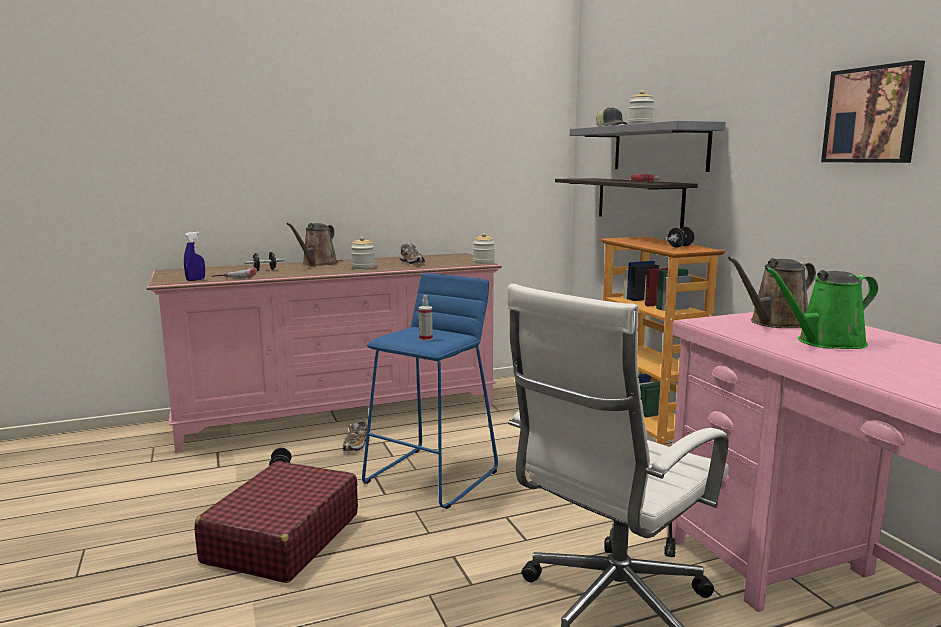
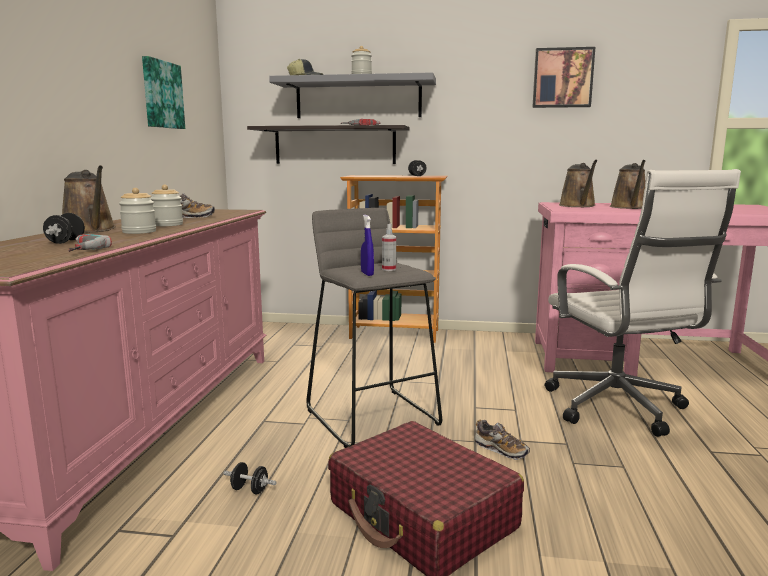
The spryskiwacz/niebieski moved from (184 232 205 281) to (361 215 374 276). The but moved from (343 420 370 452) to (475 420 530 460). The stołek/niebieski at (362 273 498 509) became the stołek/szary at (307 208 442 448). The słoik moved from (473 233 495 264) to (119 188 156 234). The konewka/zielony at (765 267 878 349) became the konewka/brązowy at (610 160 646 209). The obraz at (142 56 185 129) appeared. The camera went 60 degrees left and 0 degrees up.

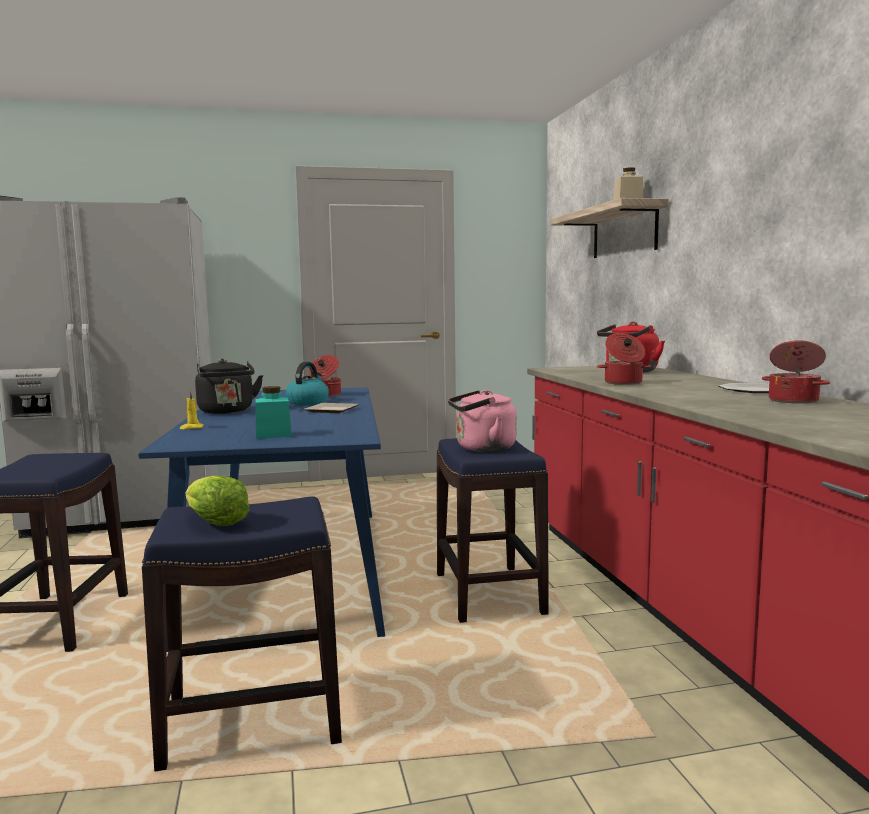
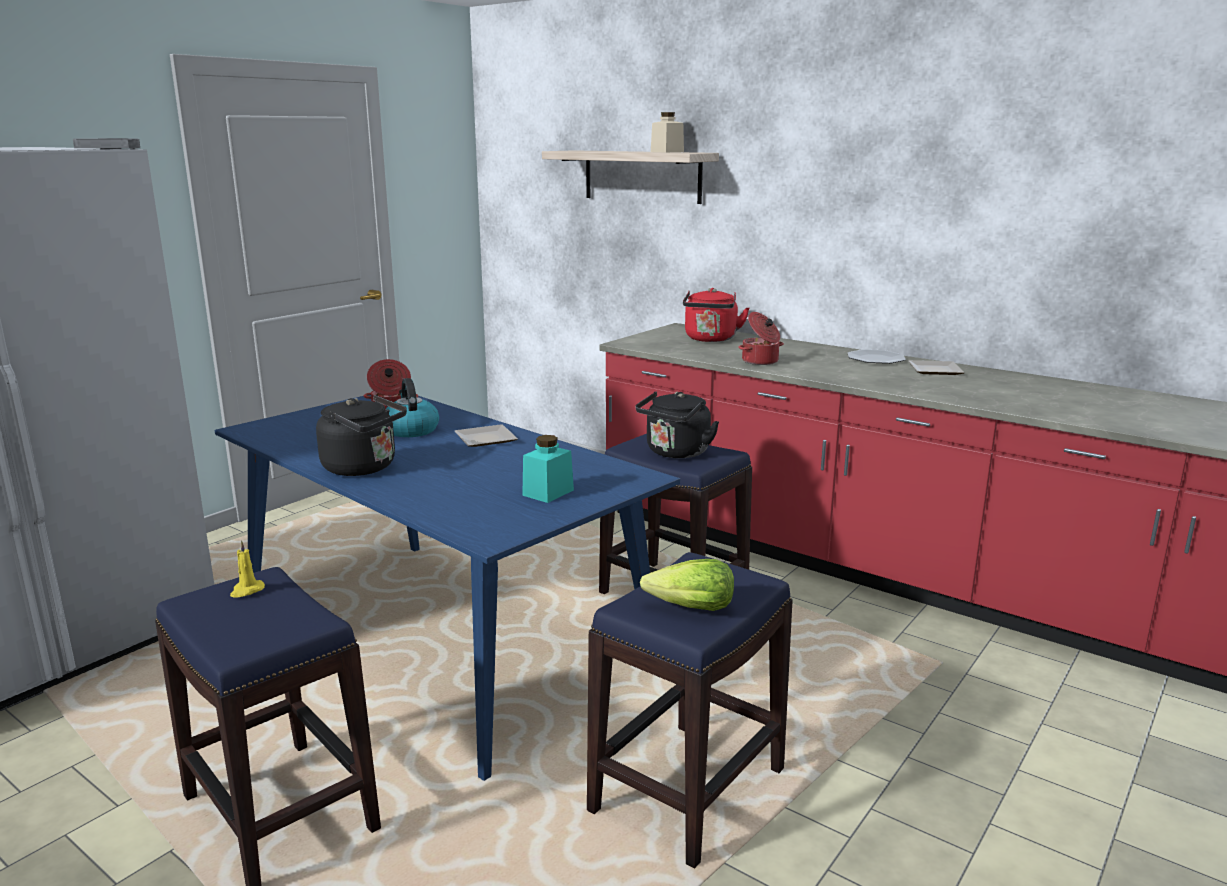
The świeca/żółty moved from (180 391 204 429) to (230 540 265 597). The czajnik/różowy at (448 390 517 452) became the czajnik/czarny at (636 391 719 458). The garnek at (762 340 830 404) was replaced by the talerz at (909 360 965 375). The camera went 40 degrees left and 10 degrees up.

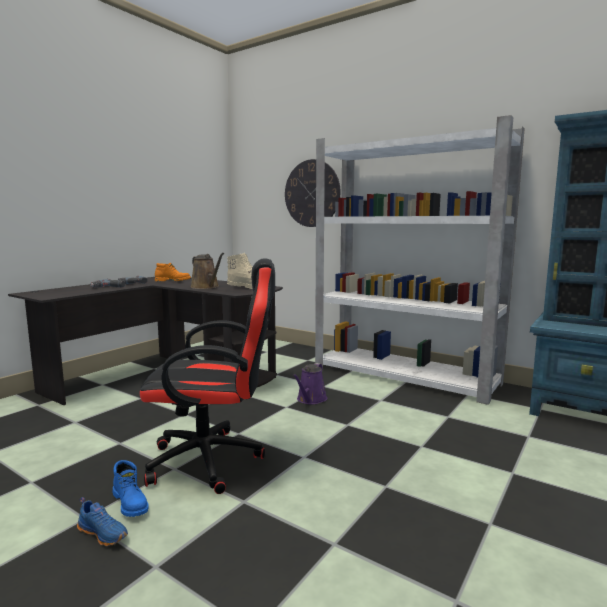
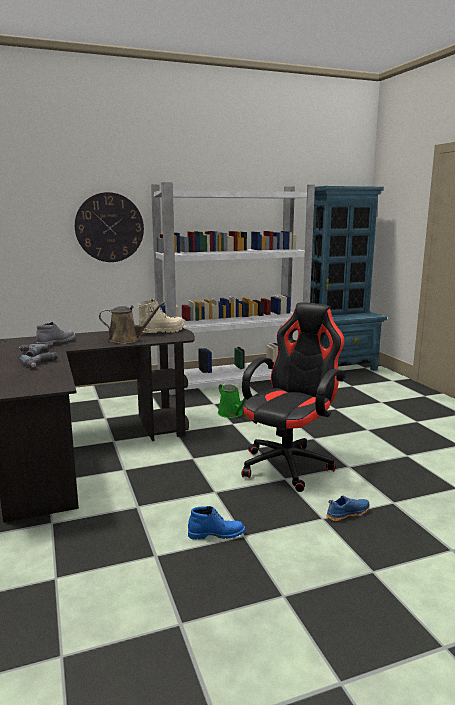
The but z cholewką/niebieski moved from (113 460 149 517) to (188 506 245 540). The but z cholewką/pomarańczowy at (155 263 191 281) became the but z cholewką/szary at (36 322 75 346). The konewka/fioletowy at (292 363 327 404) became the konewka/zielony at (218 383 246 418). The camera went 55 degrees left and 5 degrees up.

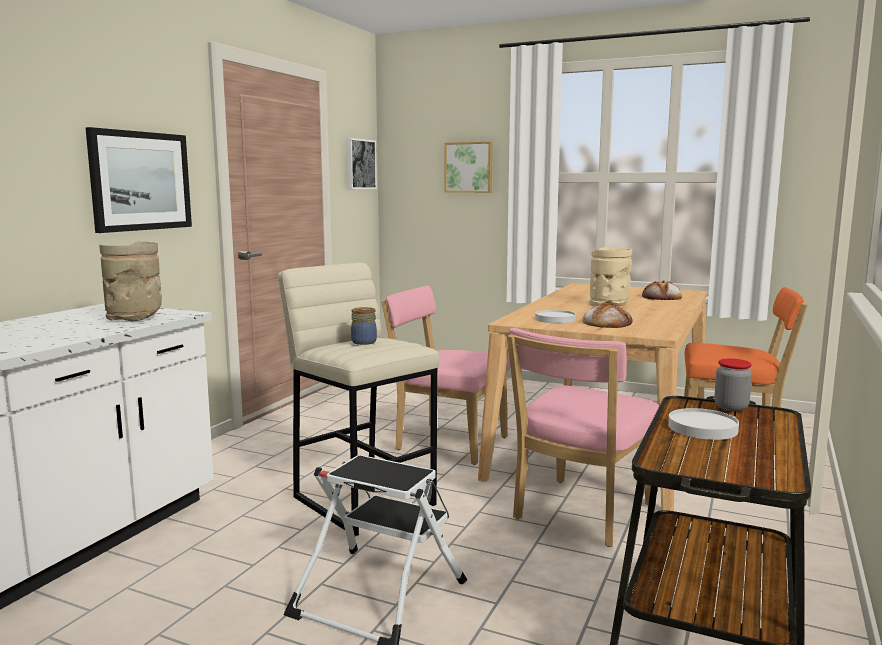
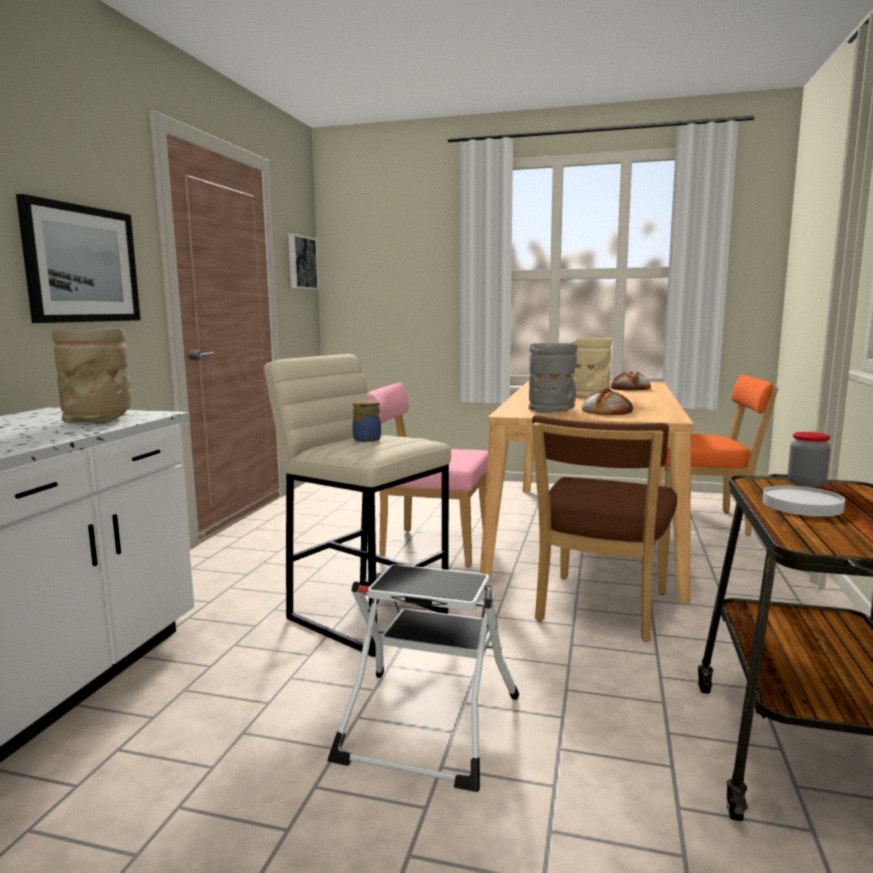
The obraz at (445 142 493 193) disappeared. The krzesło/różowy at (507 328 659 547) became the krzesło/brązowy at (532 415 677 642). The talerz/biały at (535 310 576 323) was replaced by the wazon/szary at (529 343 577 413). The camera went 10 degrees left and 0 degrees up.

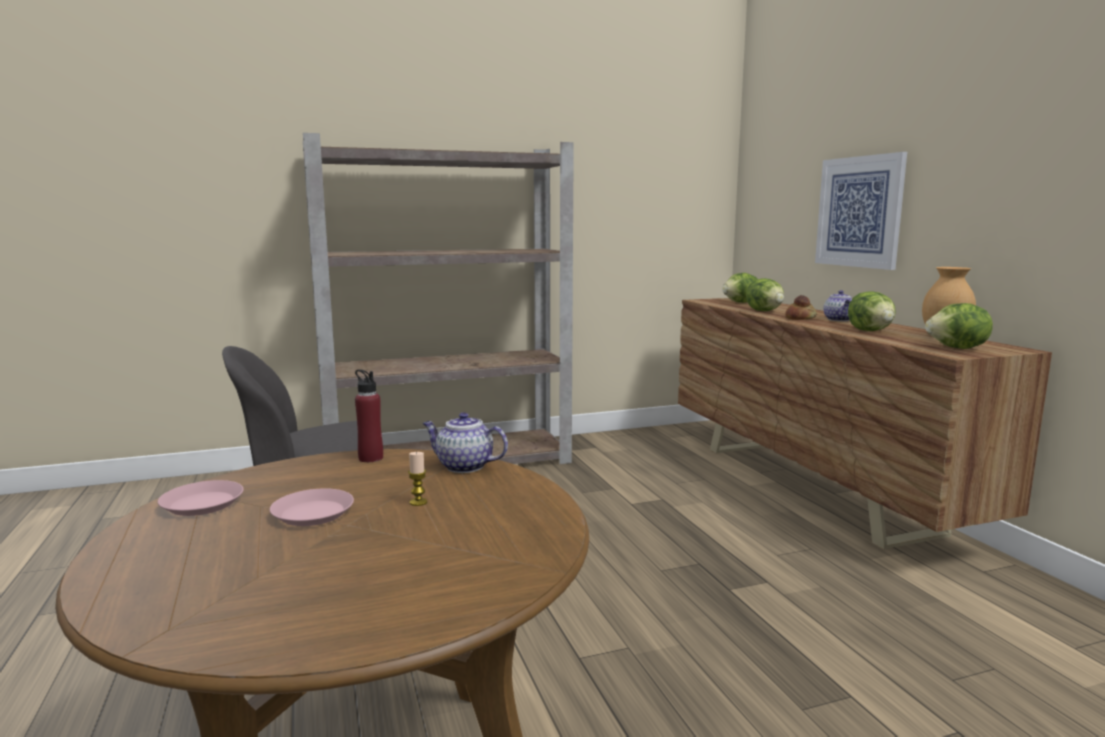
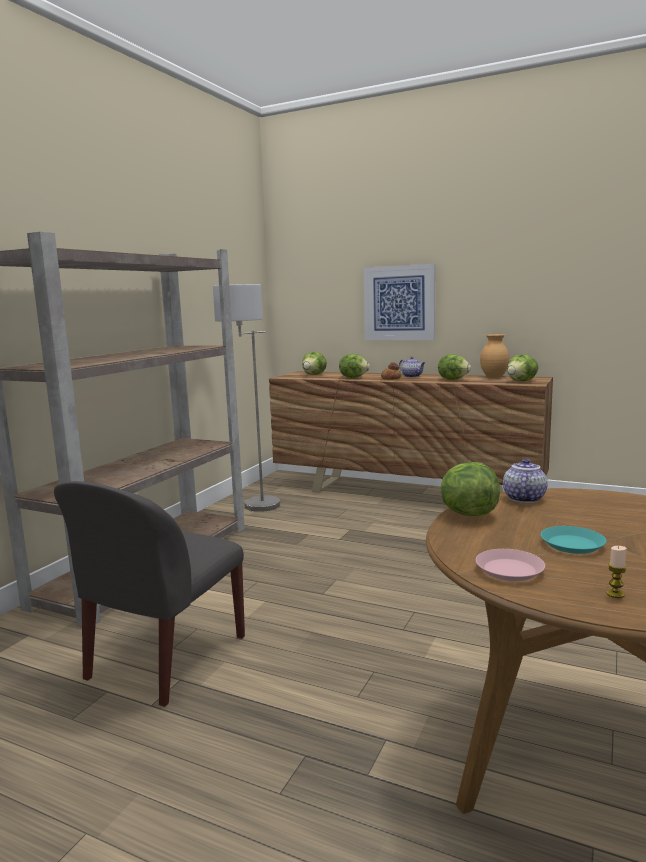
The talerz/różowy at (270 488 354 526) became the talerz/turkusowy at (541 526 607 554). The butelka/czerwony at (355 369 383 462) was replaced by the sałata at (441 462 500 516). The świeca moved from (408 452 427 506) to (606 546 627 598). The imbryk at (423 412 508 473) turned 135 degrees clockwise. The lampa stojąca/szary at (213 284 280 512) appeared. The camera went 45 degrees left and 0 degrees up.

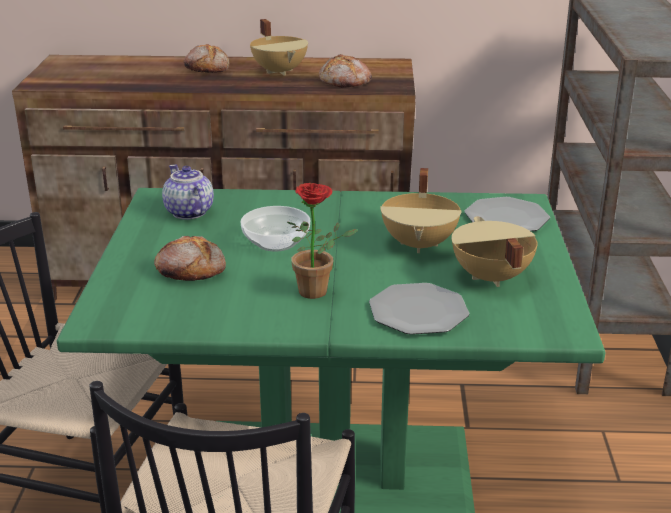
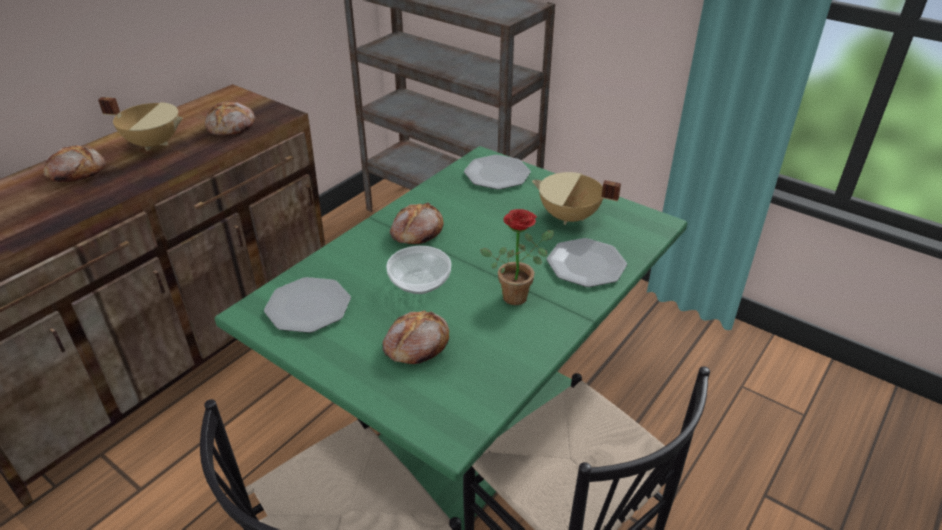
The imbryk at (162 164 214 220) was replaced by the talerz at (264 277 351 333). The garnek/beżowy at (380 168 462 253) disappeared. The chleb at (390 202 444 244) appeared. The camera went 55 degrees left and 10 degrees up.

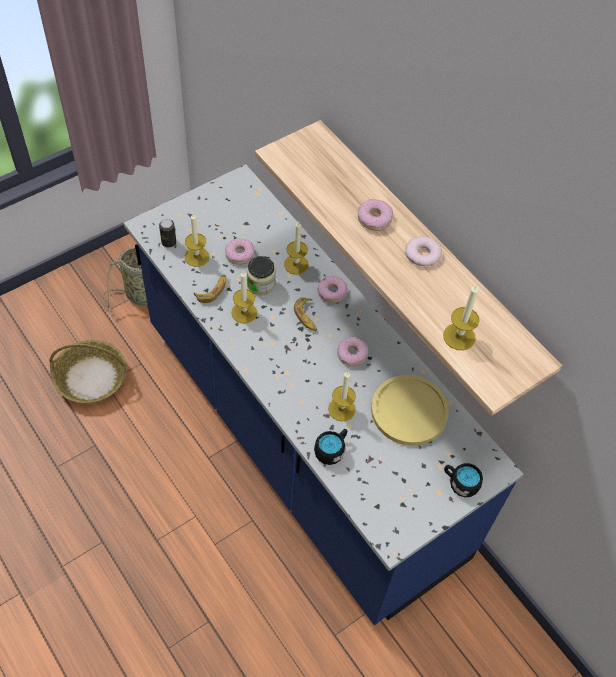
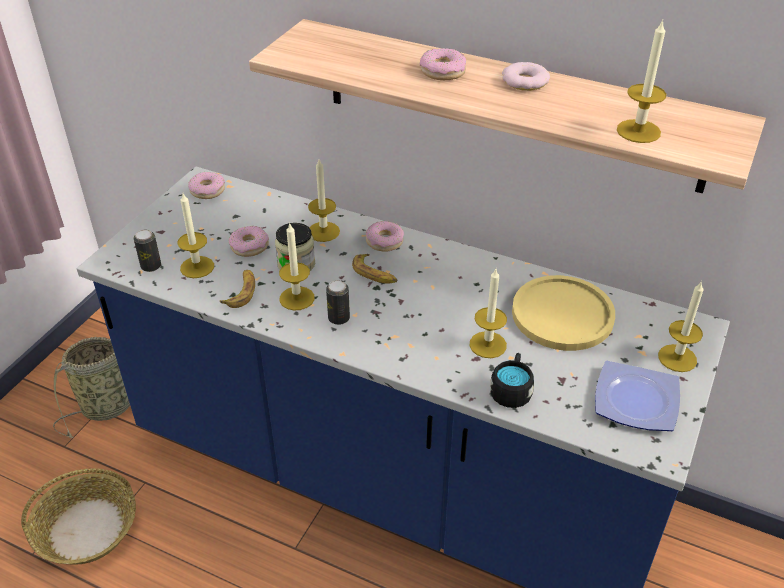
The donut moved from (337 337 368 367) to (188 172 225 199). The kubek/czarny at (444 463 483 497) was replaced by the świeca at (658 281 704 372). The puszka at (326 280 350 325) appeared. The talerz at (595 361 680 431) appeared. The camera went 25 degrees left and 15 degrees down.

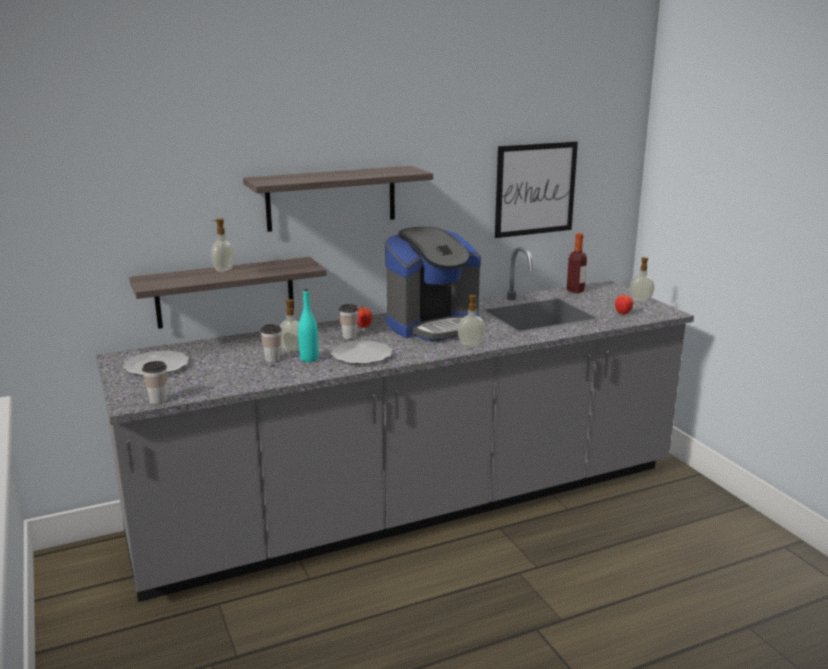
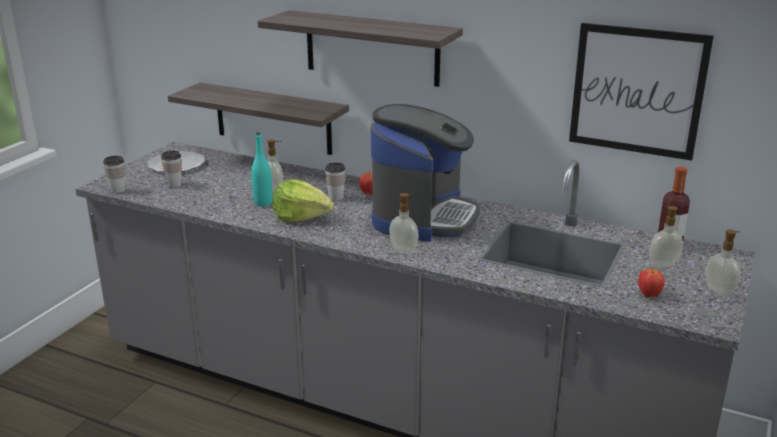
The dozownik mydła moved from (211 219 234 272) to (649 205 683 268). The filiżanka moved from (260 324 282 362) to (161 150 182 187). The talerz at (331 340 392 364) was replaced by the sałata at (273 179 334 222). The ekspres do kawy at (385 227 481 341) turned 90 degrees counterclockwise. The camera went 50 degrees right and 5 degrees up.

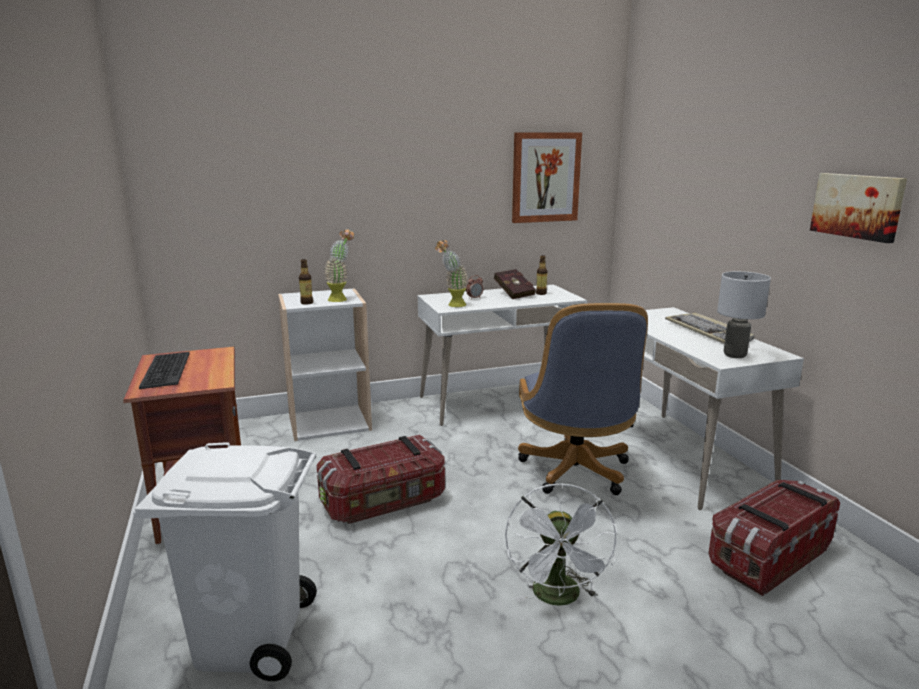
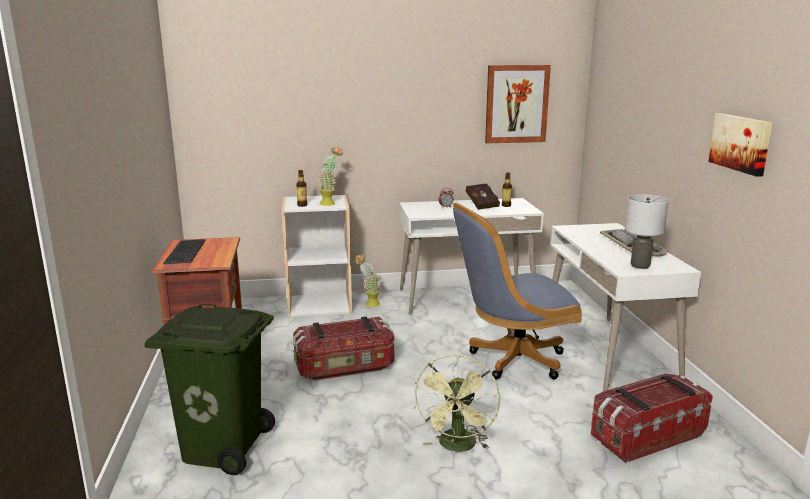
The kosz na śmieci/biały at (133 442 317 681) became the kosz na śmieci/zielony at (144 304 275 475). The roślina doniczkowa moved from (435 240 468 307) to (354 255 381 307). The wentylator/biały at (505 483 617 606) became the wentylator/zielony at (414 355 500 452). The krzesło biurowe/niebieski at (518 303 648 495) turned 60 degrees clockwise. The camera went 10 degrees right and 0 degrees up.

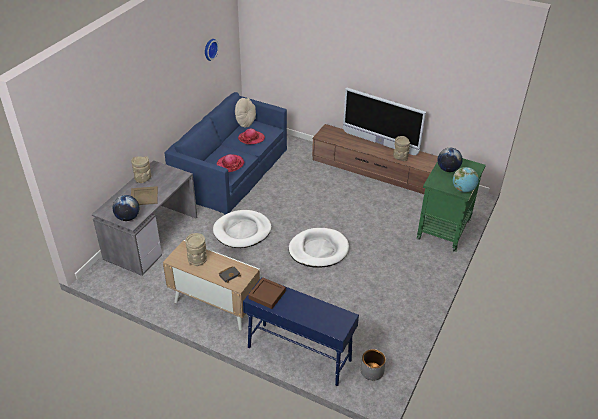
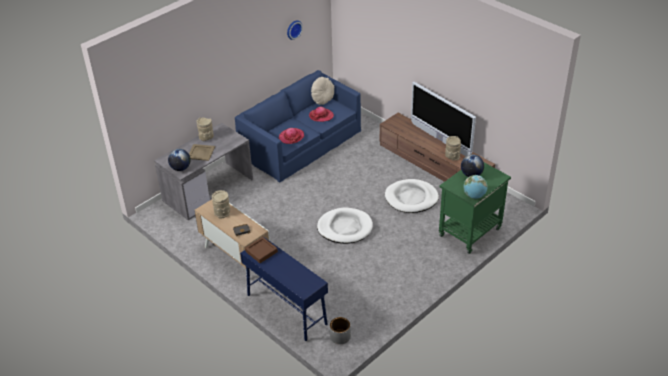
The legowisko/biały moved from (213 210 272 248) to (385 179 439 213). The camera went 20 degrees right and 0 degrees up.

